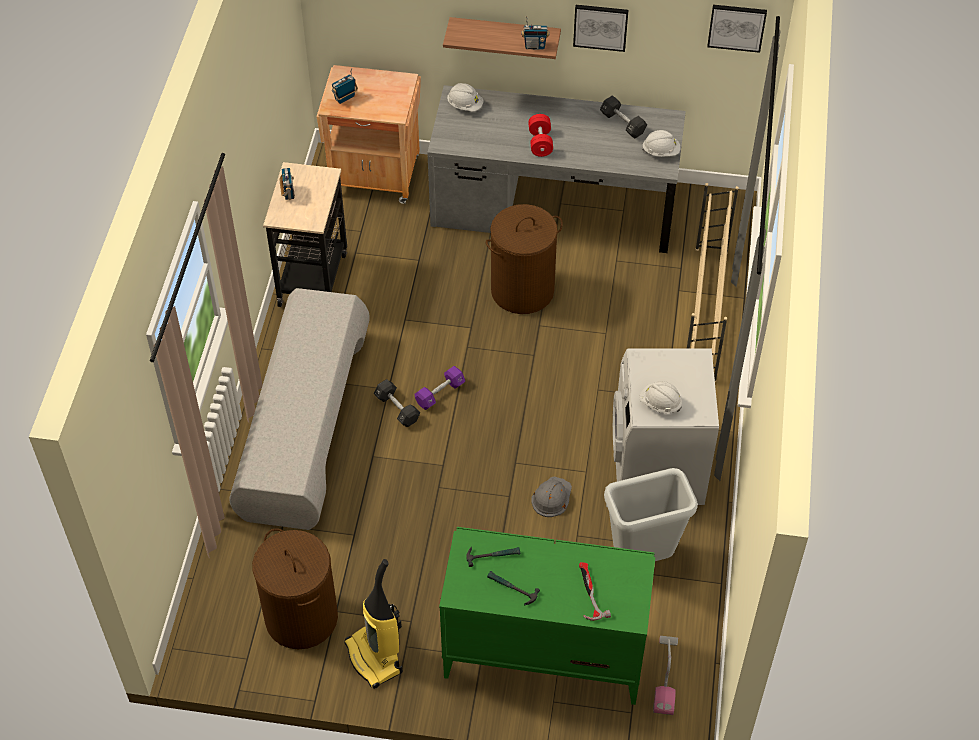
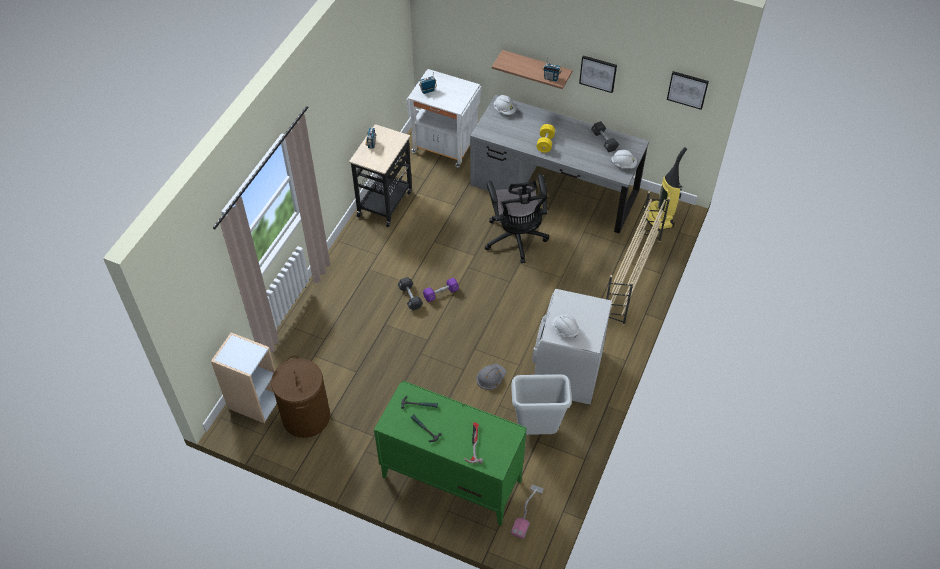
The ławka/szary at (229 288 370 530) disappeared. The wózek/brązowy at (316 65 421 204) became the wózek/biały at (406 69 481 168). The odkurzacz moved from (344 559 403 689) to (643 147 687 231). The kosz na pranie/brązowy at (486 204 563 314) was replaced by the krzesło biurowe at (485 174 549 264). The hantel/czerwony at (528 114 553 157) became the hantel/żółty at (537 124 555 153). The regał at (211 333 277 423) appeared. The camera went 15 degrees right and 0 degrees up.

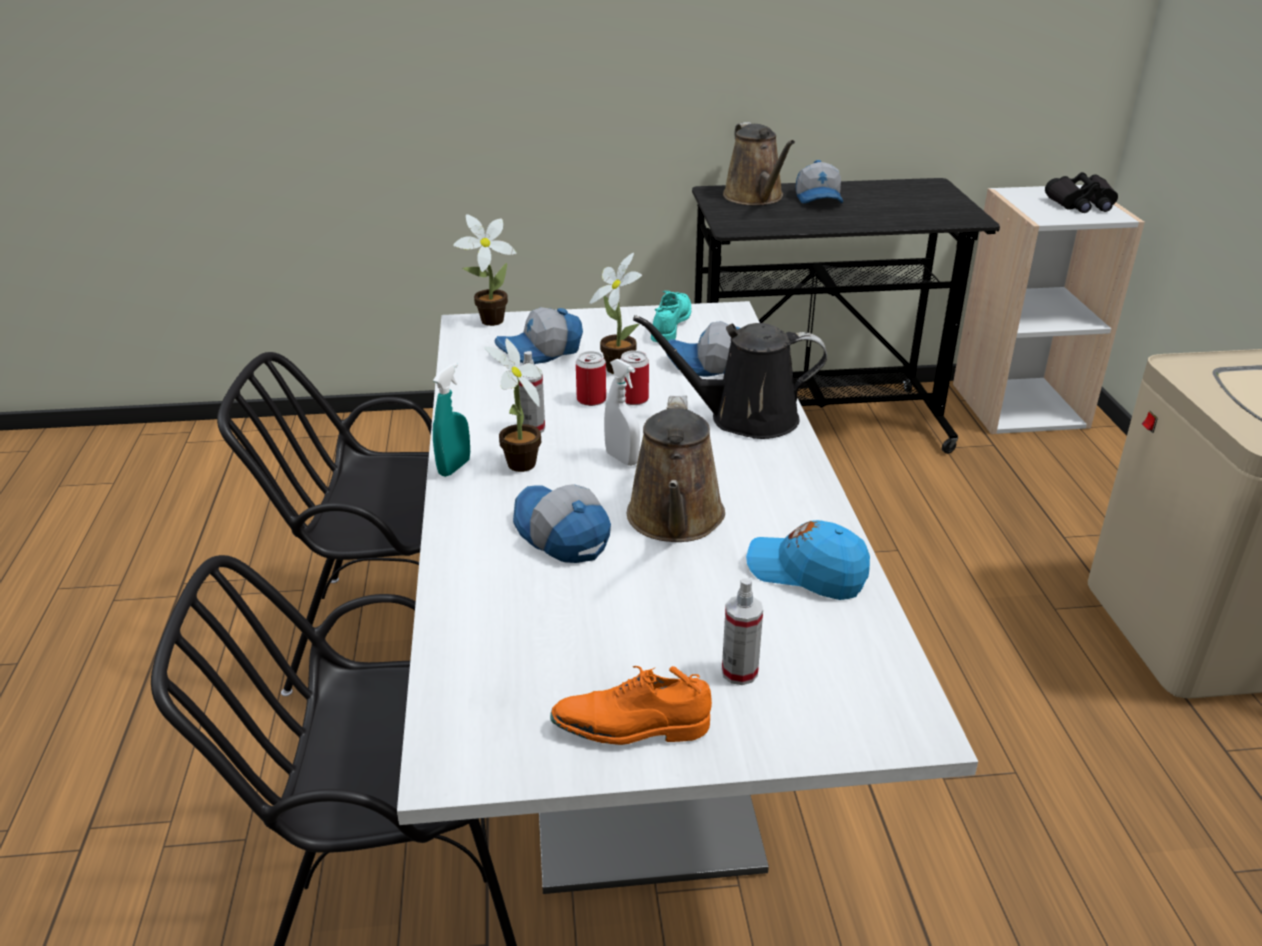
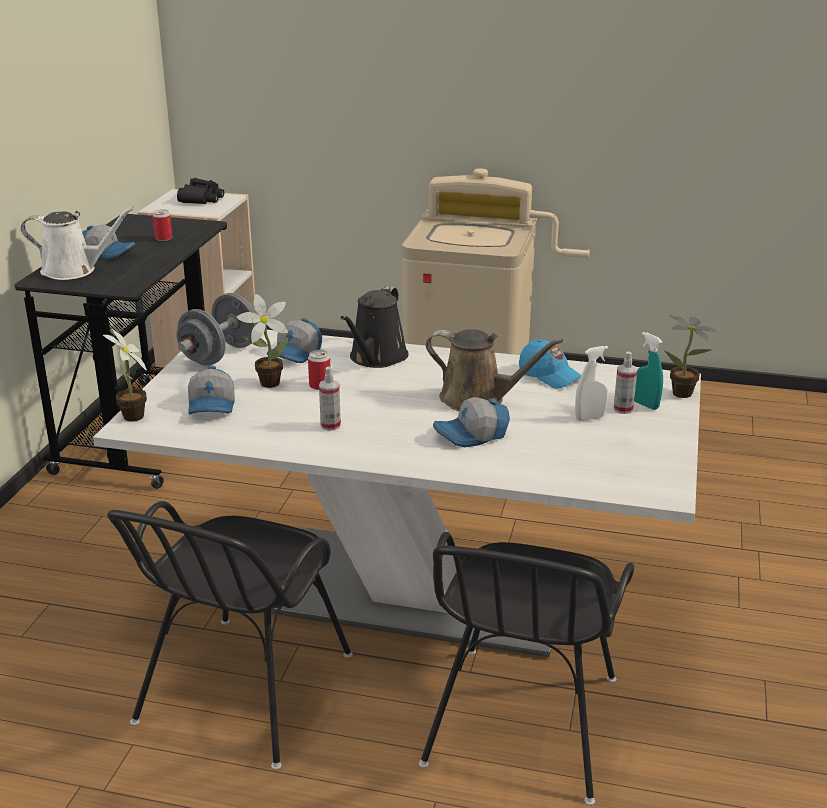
The spryskiwacz/turkusowy moved from (433 363 470 477) to (634 332 663 410). The roślina doniczkowa moved from (484 338 542 472) to (664 315 720 398). The but/pomarańczowy at (550 666 712 745) disappeared. The puszka moved from (576 351 606 406) to (153 209 173 241). The spryskiwacz/biały moved from (604 359 640 466) to (575 346 608 421). The but/turkusowy at (651 291 691 342) was replaced by the hantel/szary at (177 293 259 366). The konewka/brązowy at (723 122 795 205) became the konewka/biały at (21 207 134 280). The czapka z daszkiem/niebieski at (746 520 870 600) turned 90 degrees counterclockwise. The camera went 70 degrees left and 5 degrees down.

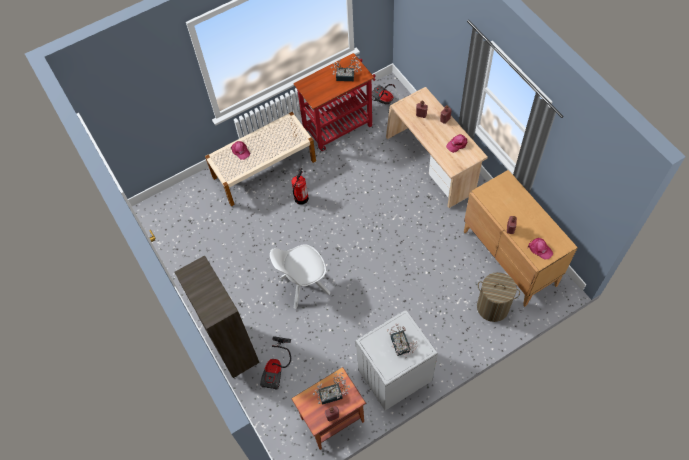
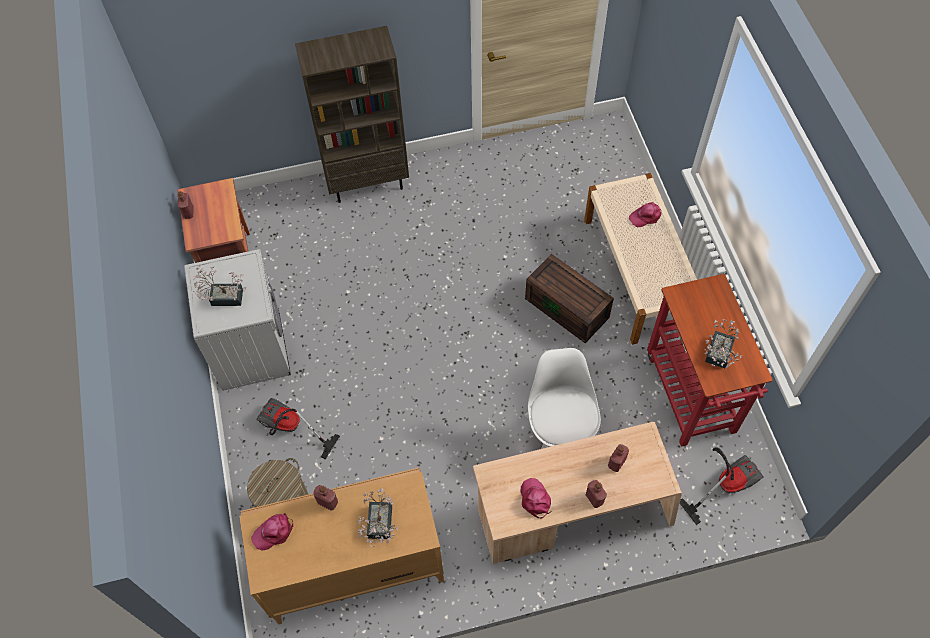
The odkurzacz moved from (260 336 291 390) to (256 398 340 460). The krzesło/biały moved from (270 244 330 309) to (524 348 601 449). The gaśnica at (291 168 309 205) was replaced by the pojemnik do przechowywania/brązowy at (525 254 614 343). The roślina doniczkowa moved from (313 373 350 405) to (357 488 398 547). The camera went 105 degrees right and 0 degrees up.

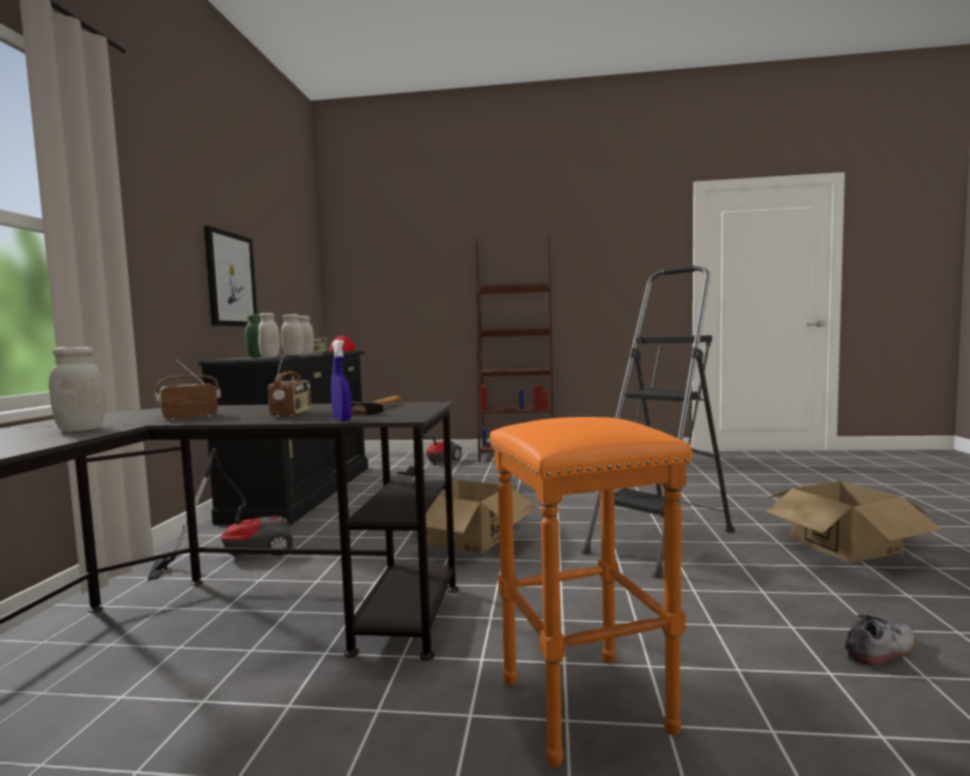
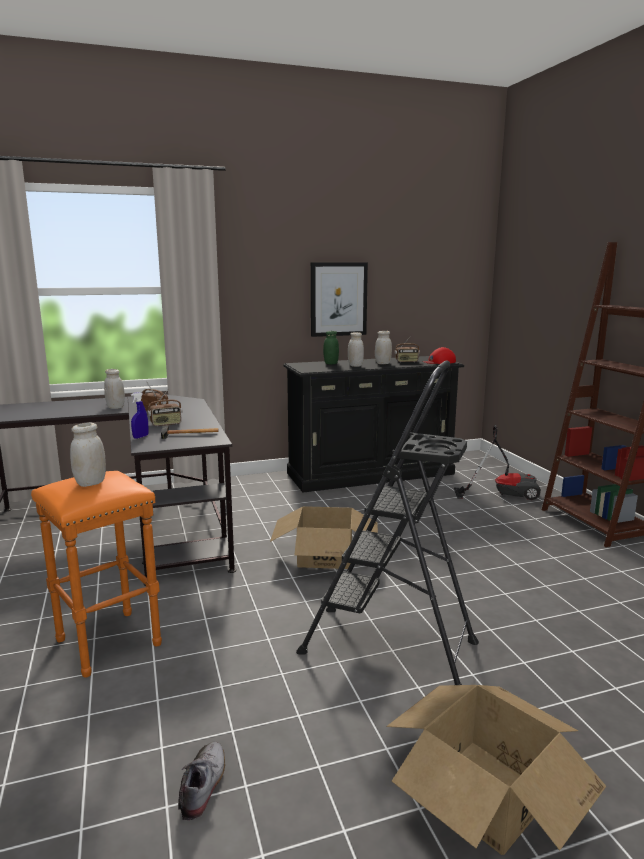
The odkurzacz at (148 448 293 581) disappeared. The słoik/biały moved from (258 313 280 357) to (70 423 106 487). The but at (845 614 915 668) turned 120 degrees counterclockwise. The camera went 65 degrees right and 10 degrees up.

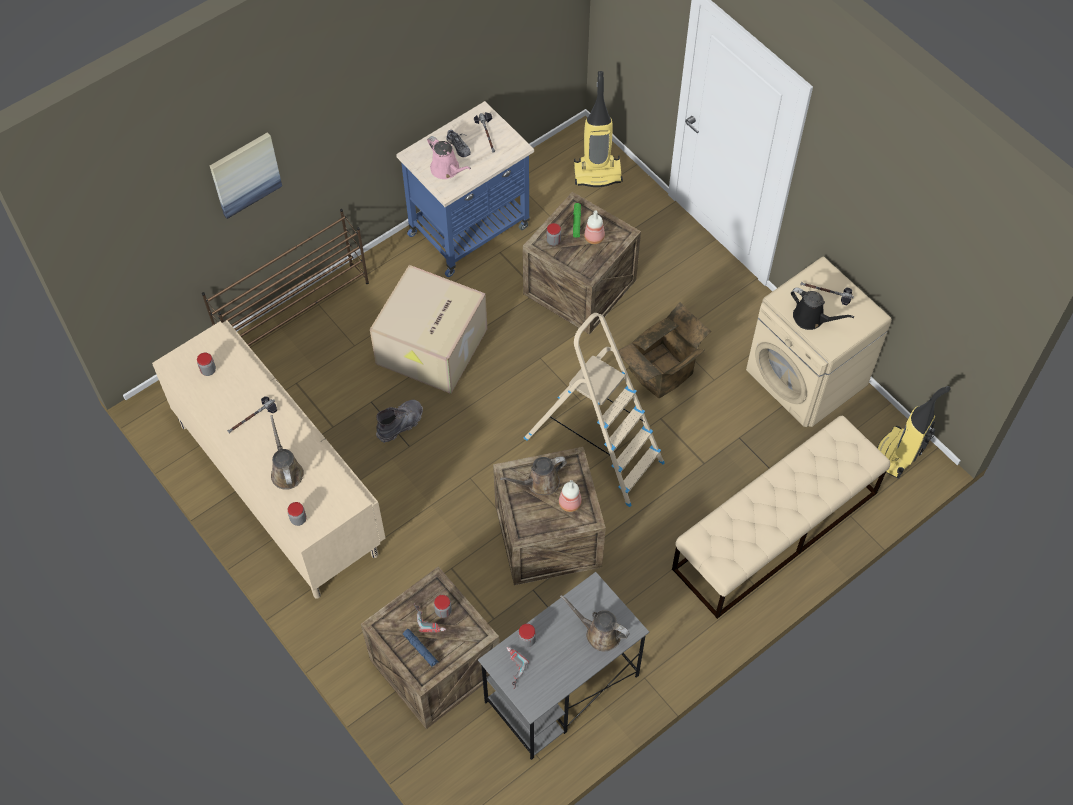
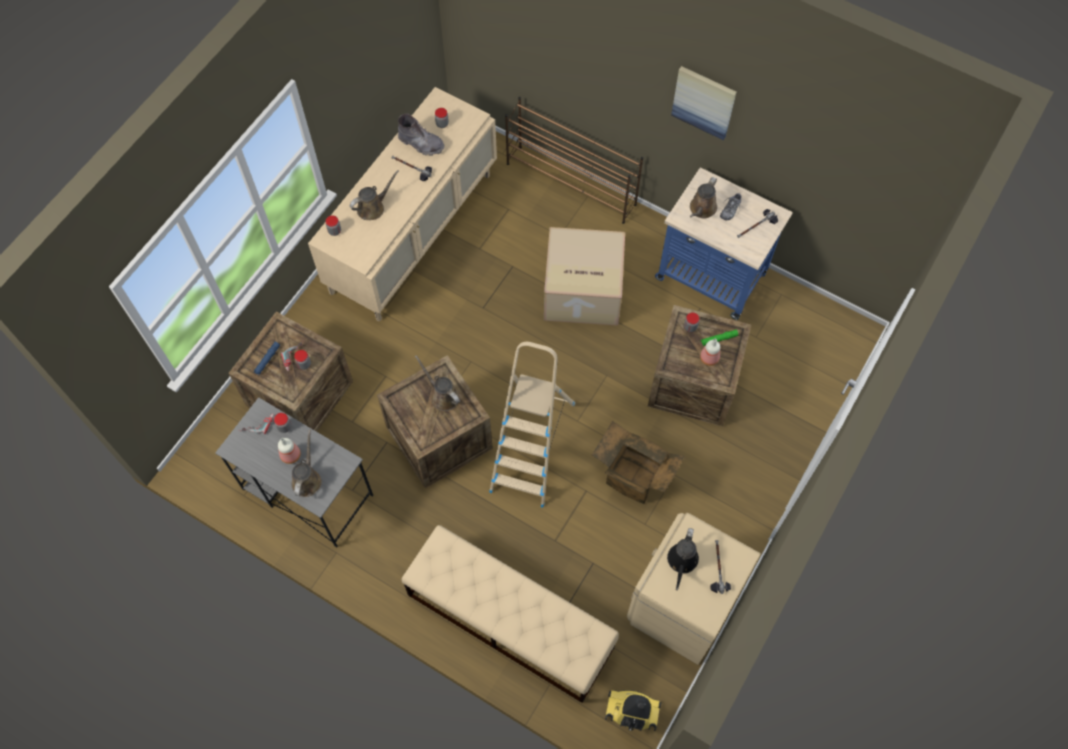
The obraz moved from (210 132 282 219) to (671 66 737 140). The but z cholewką/szary moved from (376 400 423 443) to (398 114 444 156). The konewka/różowy at (427 136 471 179) became the konewka/brązowy at (690 177 717 219). The butelka moved from (559 480 582 512) to (278 438 301 464). The odkurzacz at (574 71 623 187) disappeared. The camera went 70 degrees right and 5 degrees up.

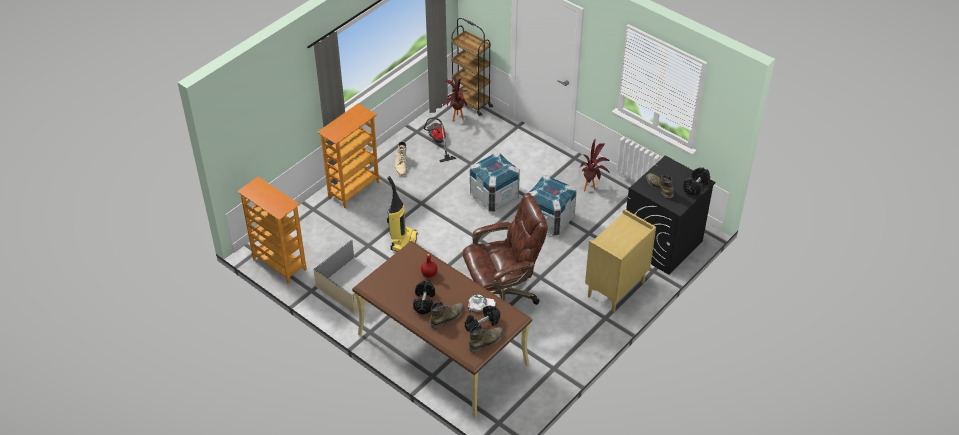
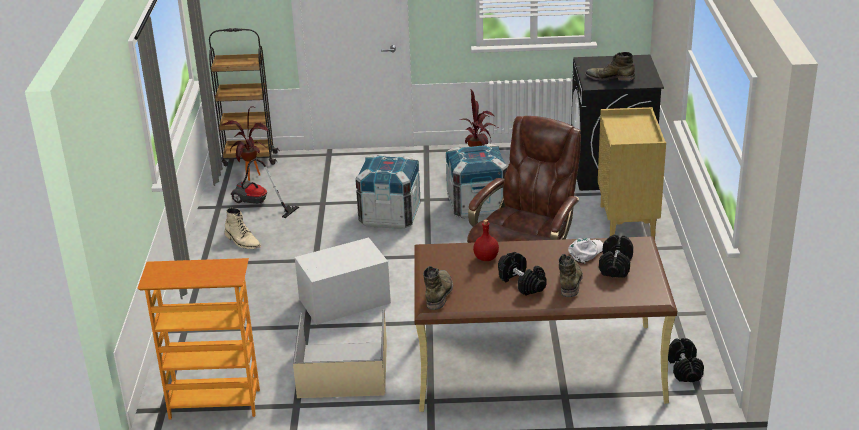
The regał at (317 104 379 209) disappeared. The odkurzacz at (387 176 418 252) was replaced by the pojemnik do przechowywania/biały at (295 238 391 325). The but z cholewką/zielony moved from (469 325 504 352) to (423 266 453 310). The hantel/czarny moved from (683 168 710 196) to (668 338 704 382). The camera went 40 degrees left and 15 degrees down.

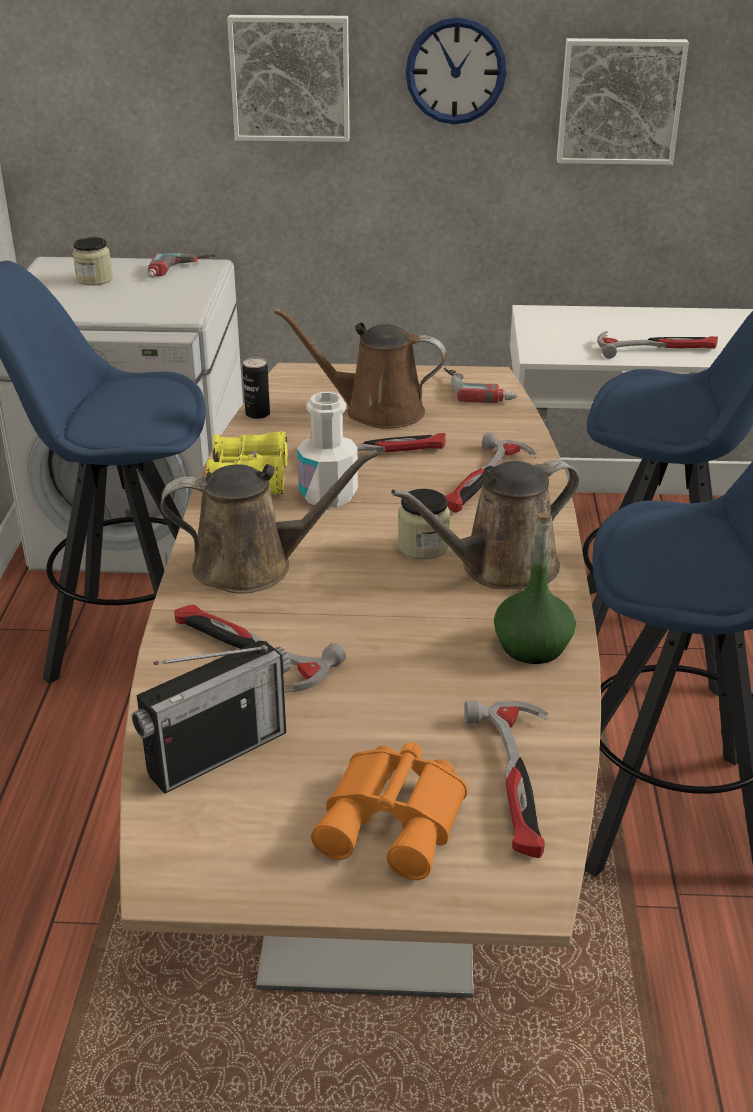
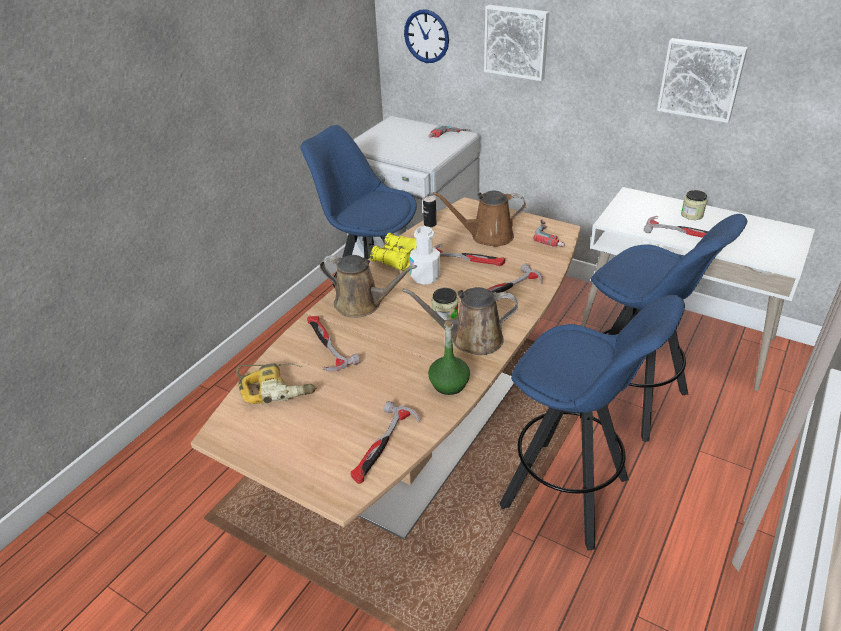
The słoik moved from (73 237 113 286) to (681 190 707 220). The radio at (132 641 291 794) was replaced by the wiertarka at (236 363 316 404). The konewka/brązowy at (274 309 447 429) turned 45 degrees counterclockwise. The lornetka/pomarańczowy at (311 742 468 880) disappeared. The zegar ścienny moved from (406 17 506 124) to (404 9 449 63). The camera went 30 degrees right and 5 degrees up.

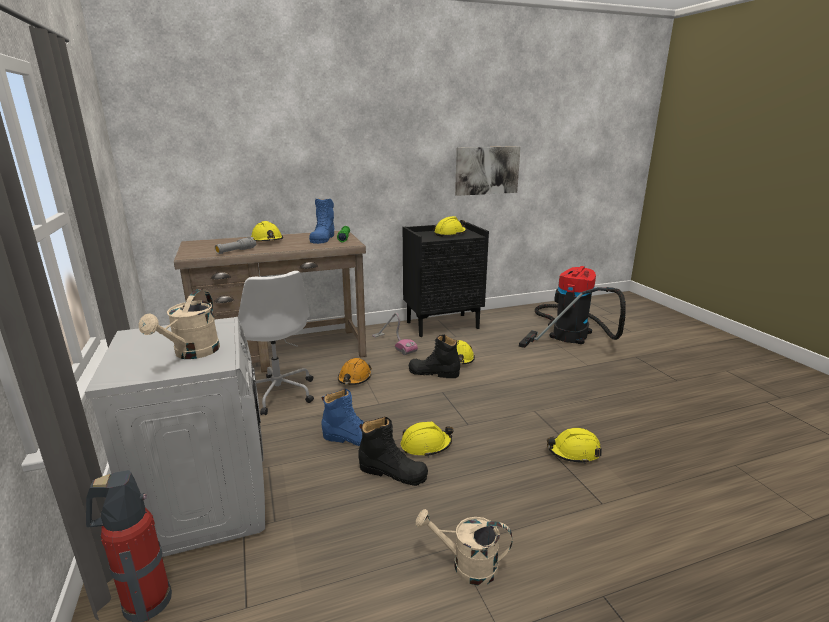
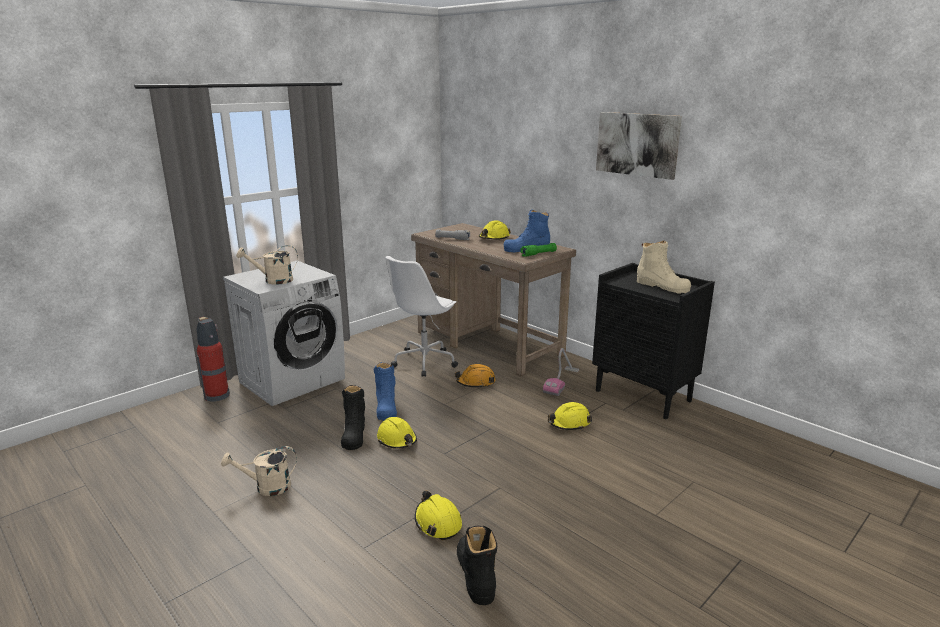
The but z cholewką/czarny moved from (409 335 460 378) to (457 525 497 605). The konewka/beżowy at (416 509 513 586) turned 90 degrees counterclockwise. The kask/żółty at (434 216 466 237) was replaced by the but z cholewką/beżowy at (637 240 691 294). The obraz moved from (455 146 521 196) to (596 112 682 180). The odkurzacz at (519 266 626 348) disappeared. The camera went 65 degrees right and 0 degrees up.

